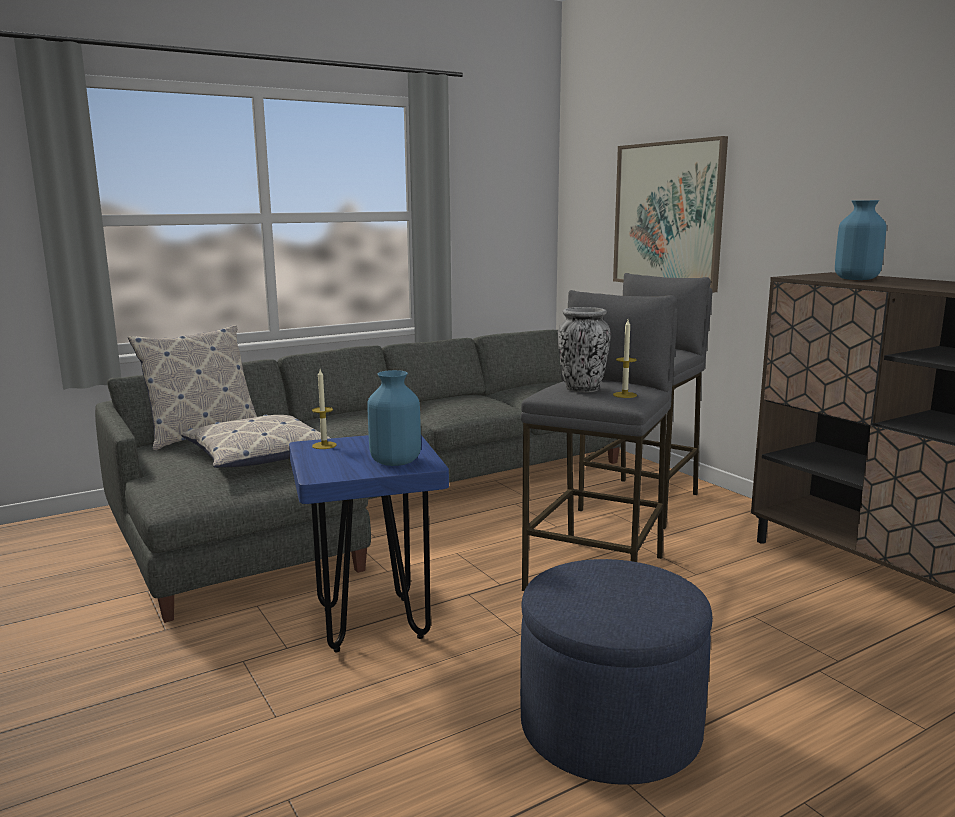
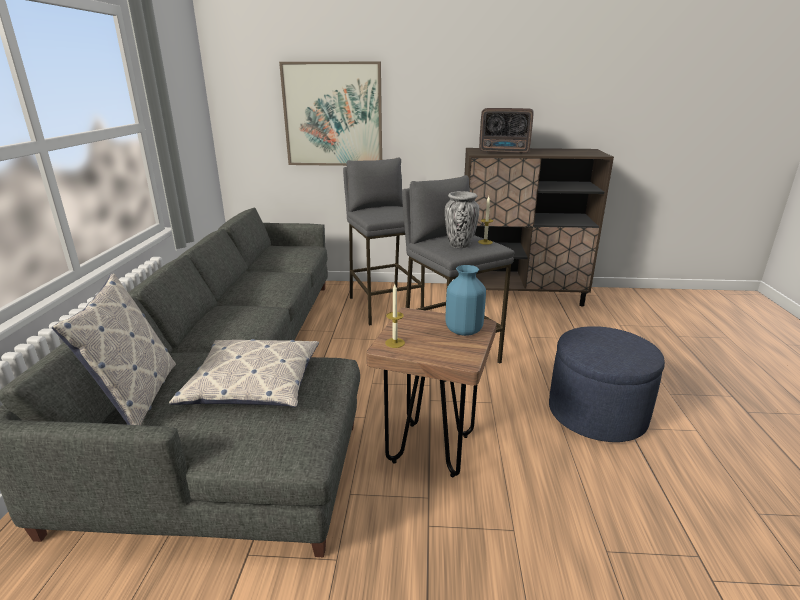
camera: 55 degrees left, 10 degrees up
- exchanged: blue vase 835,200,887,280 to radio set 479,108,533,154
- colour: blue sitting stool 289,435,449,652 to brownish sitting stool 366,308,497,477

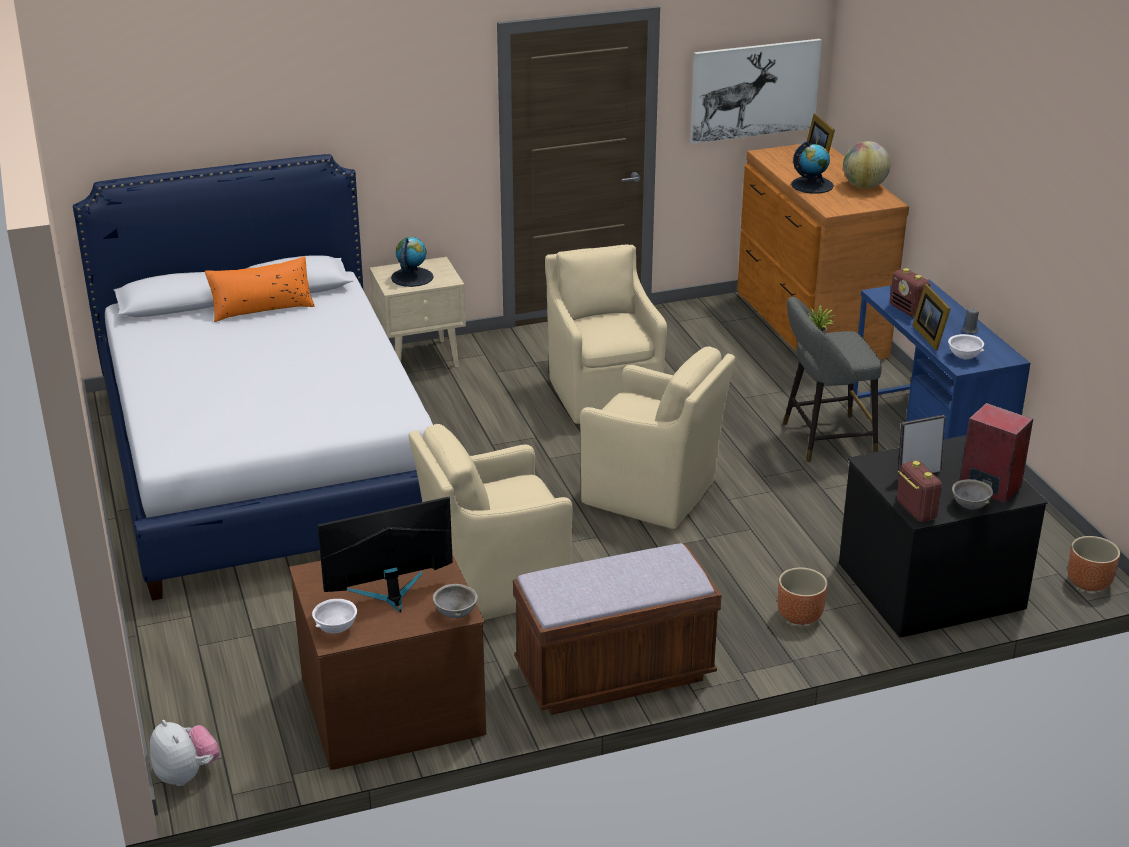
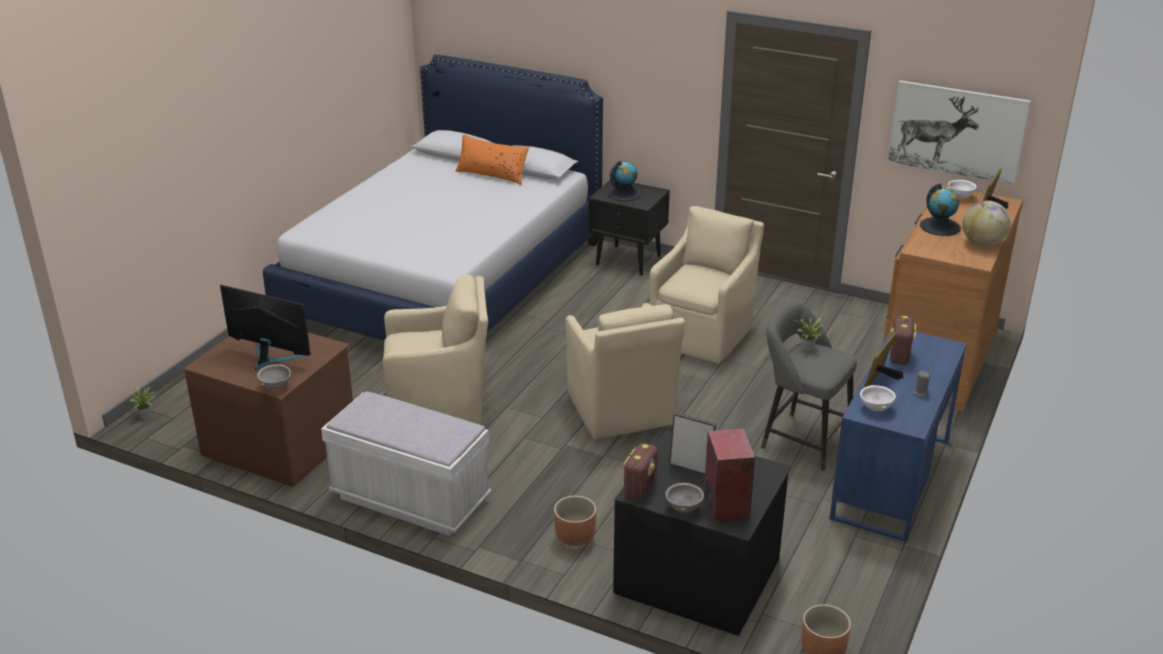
camera: 45 degrees right, 0 degrees up
- relocated: white serving bowl 312,599,357,634 to 947,180,977,199
- exchanged: plush toy 150,720,220,786 to houseplant 130,386,156,419
- colour: beige-coloured bedside table 370,257,466,367 to blackish bedside table 589,180,670,276
- colour: brownish bench 513,543,721,715 to white bench 321,391,491,536
- spun: beige-coloured lounge chair 409,424,573,620 = 382,274,488,425 150 degrees clockwise

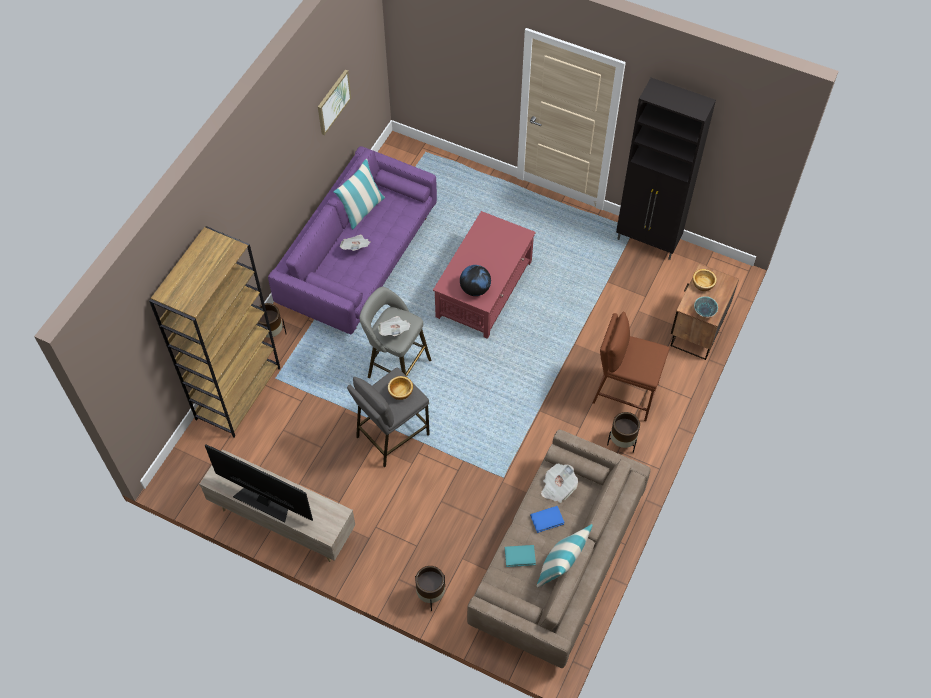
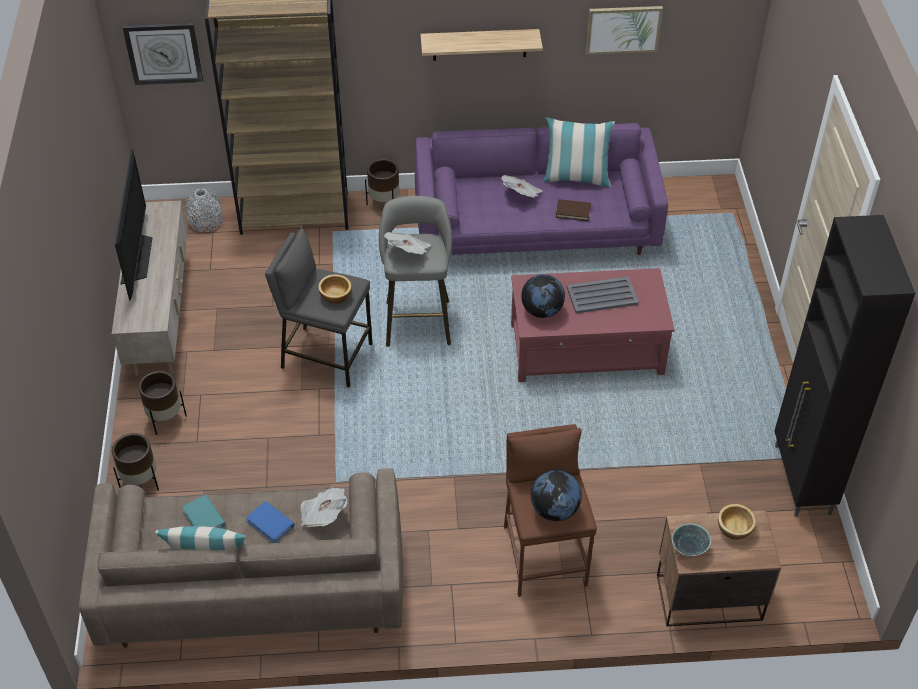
camera: 60 degrees right, 10 degrees down
- appeared: clock on the wall 123,23,203,85
- appeared: grey vase 185,188,223,232
- appeared: wall shelf 420,29,543,61
- appeared: desk globe 531,470,582,521
- appeared: brownish volume 556,199,591,221
- appeared: grey carrying tray 567,276,639,314
- relocated: brownish flower pot 607,412,640,453 to 138,371,187,435

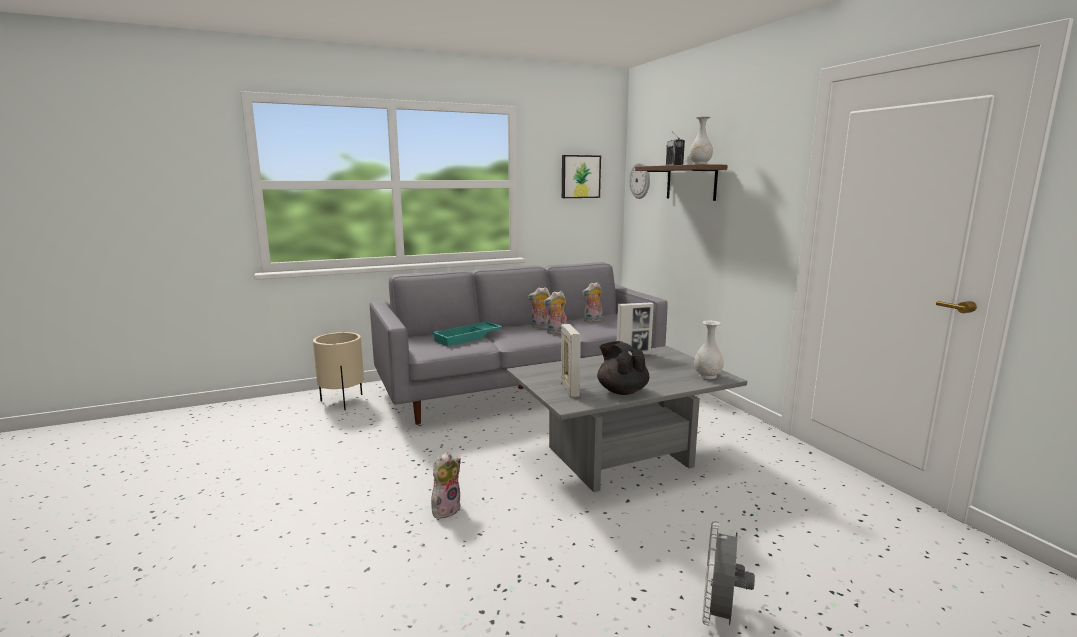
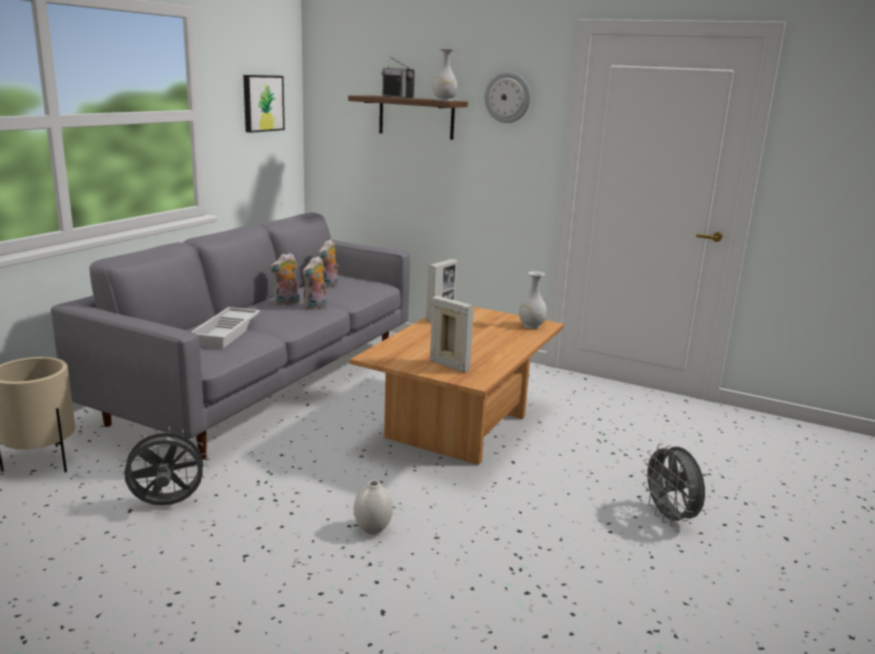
camera: 40 degrees left, 5 degrees up
- missing: blackish pot for tea 597,341,650,395
- appeared: grey electric fan 121,427,208,506
- relocated: clock on the wall 629,162,650,199 to 485,72,530,123
- exchanged: plush toy 431,452,461,519 to white vase 354,480,393,535
- colour: blue-green carrying tray 432,321,502,347 to white carrying tray 191,307,260,348
- colour: grey lounge table 507,346,747,492 to brownish lounge table 350,307,564,465

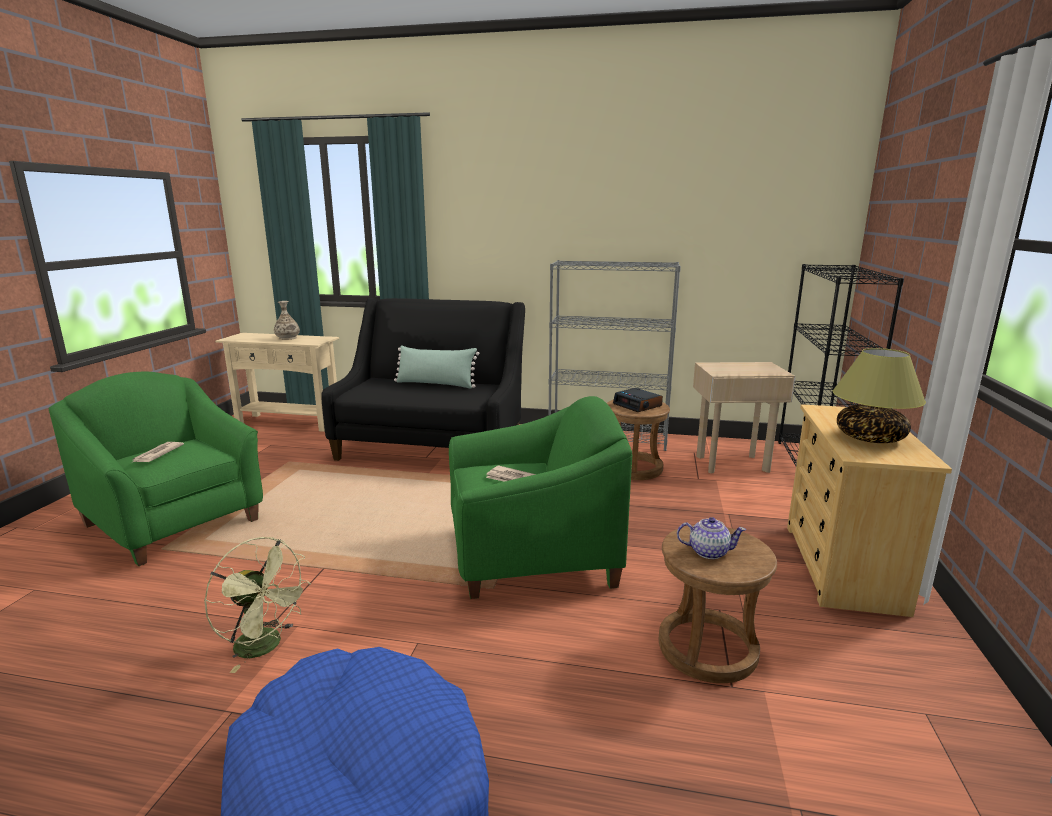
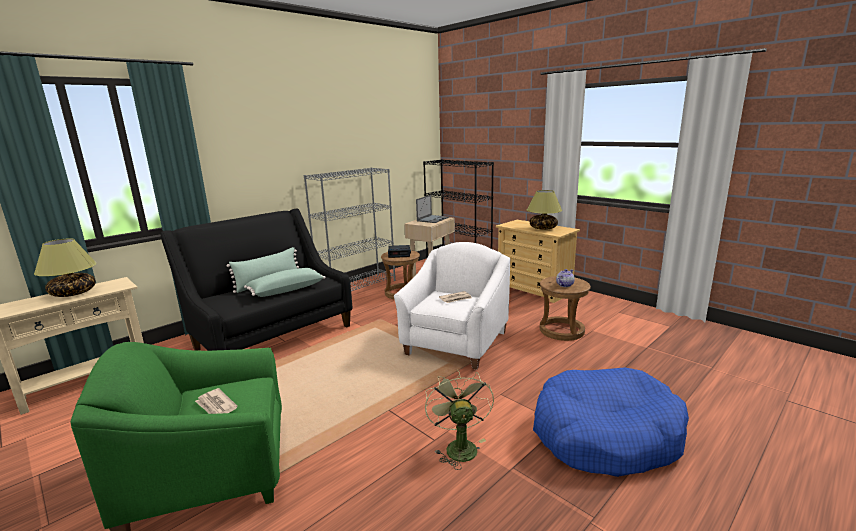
camera: 55 degrees left, 0 degrees up
- appeared: greenish cushion 244,268,325,297
- appeared: notebook computer 416,195,449,223
- exchanged: vase 274,301,300,340 to table lamp 34,238,97,297
- colour: greenish lounge chair 449,396,632,599 to white lounge chair 394,242,510,370
- spun: greenish electric fan 204,537,311,673 = 425,370,494,470 75 degrees counterclockwise

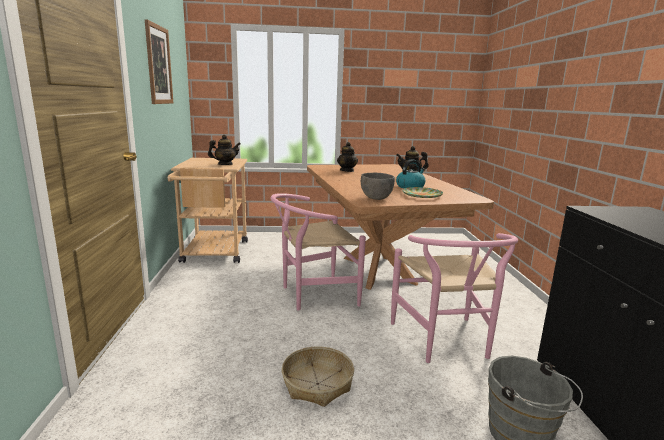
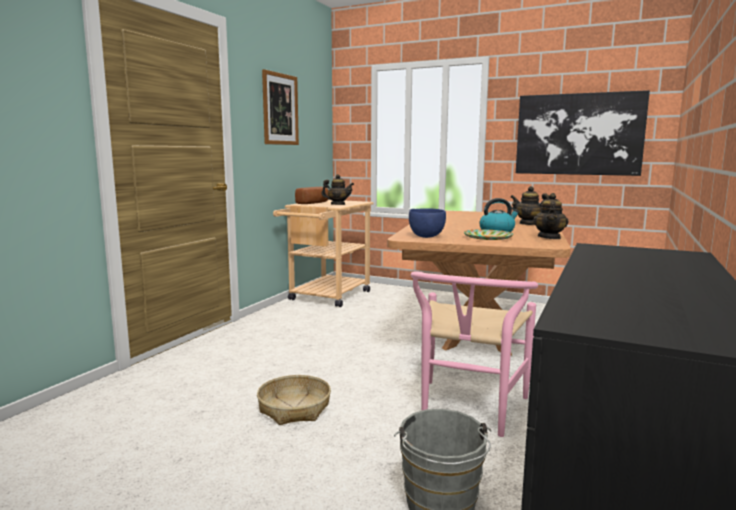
camera: 30 degrees right, 5 degrees down
- missing: pinkish chair 271,193,366,310
- appeared: baked bread 295,187,329,204
- appeared: picture 516,90,650,176
- relocated: pot for tea 337,142,358,172 to 533,193,568,239
- colour: grey serving bowl 361,173,395,200 to blue serving bowl 409,208,446,238

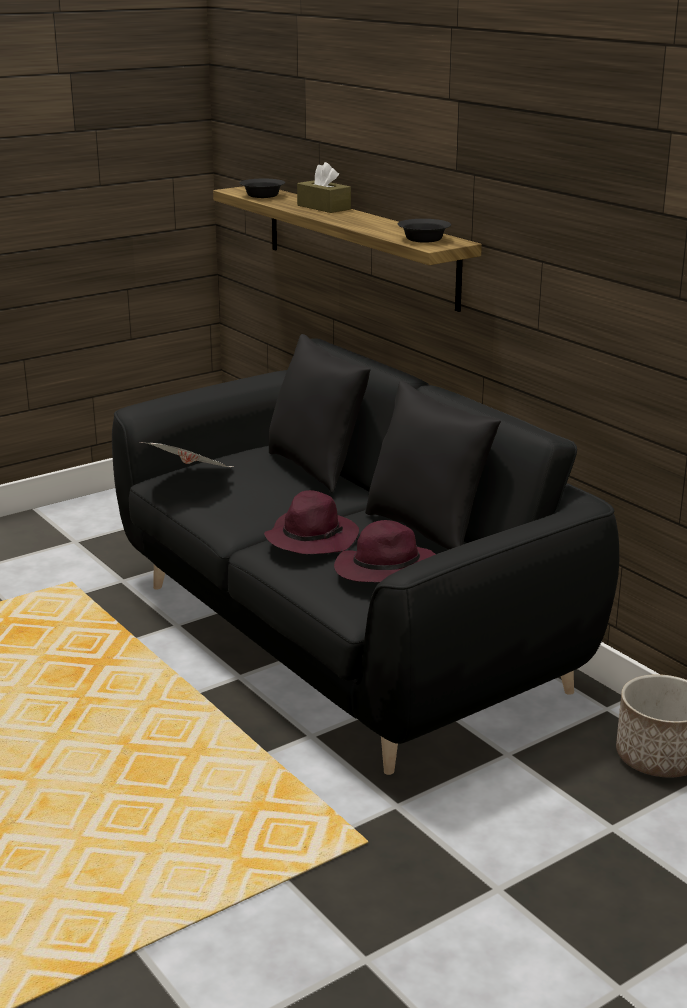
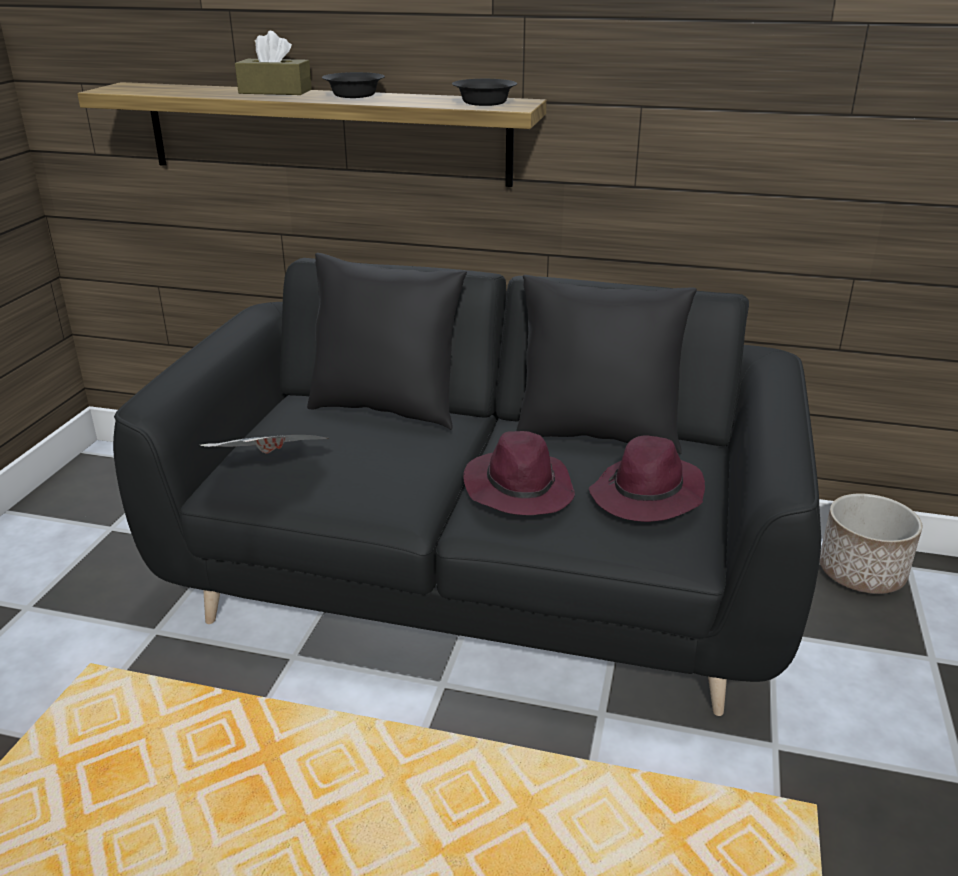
camera: 40 degrees left, 5 degrees up
- relocated: blackish serving bowl 240,179,285,198 to 322,72,385,98

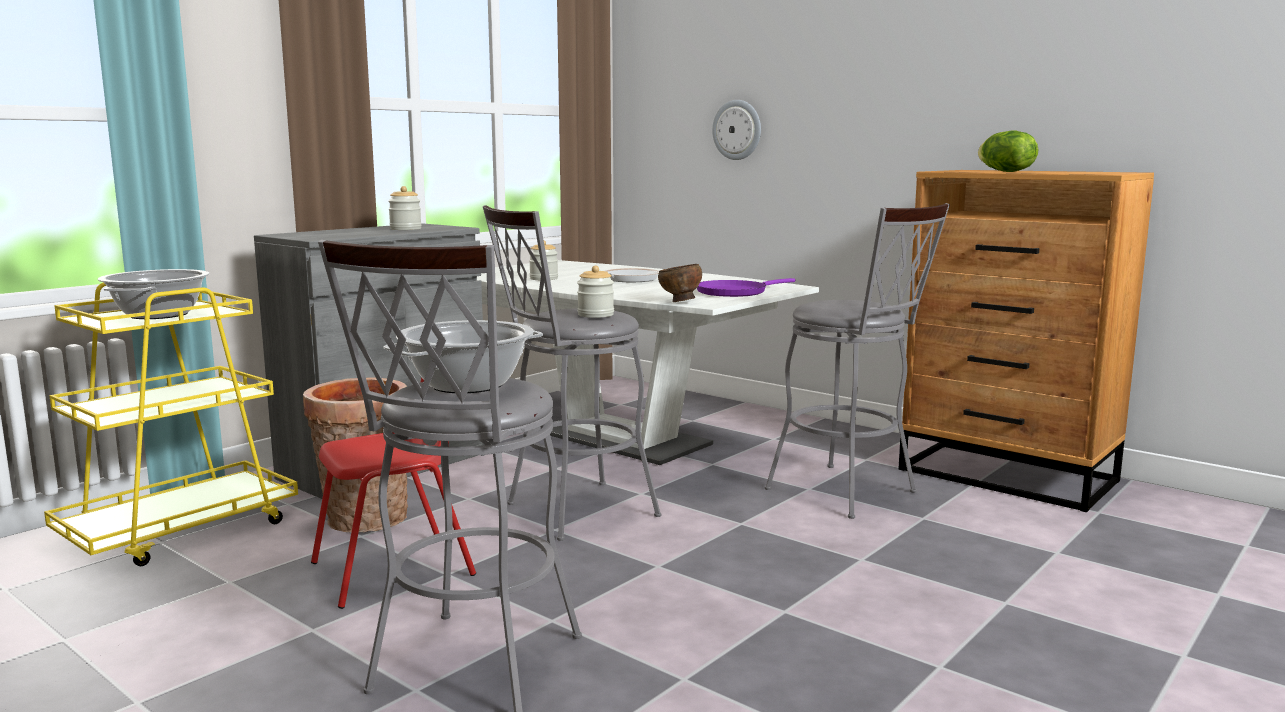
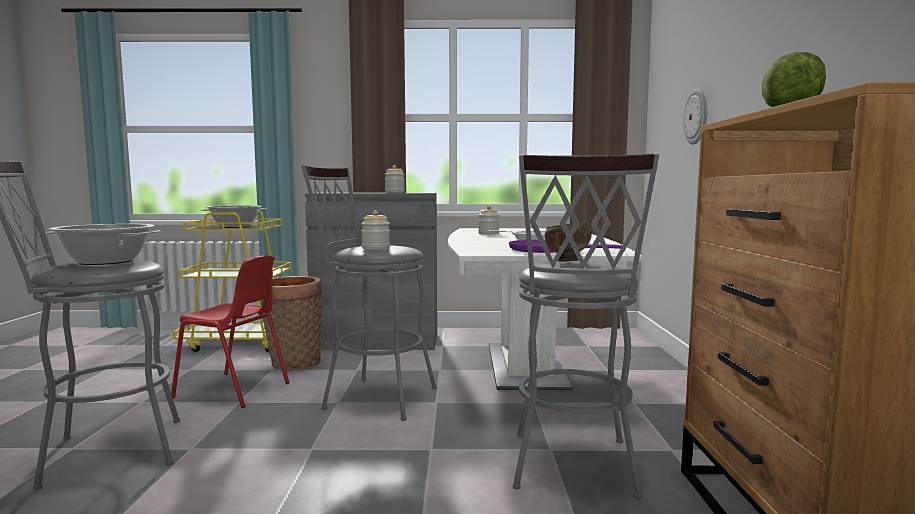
camera: 50 degrees right, 5 degrees down
- relocated: brownish serving bowl 658,264,702,302 to 545,224,592,262

